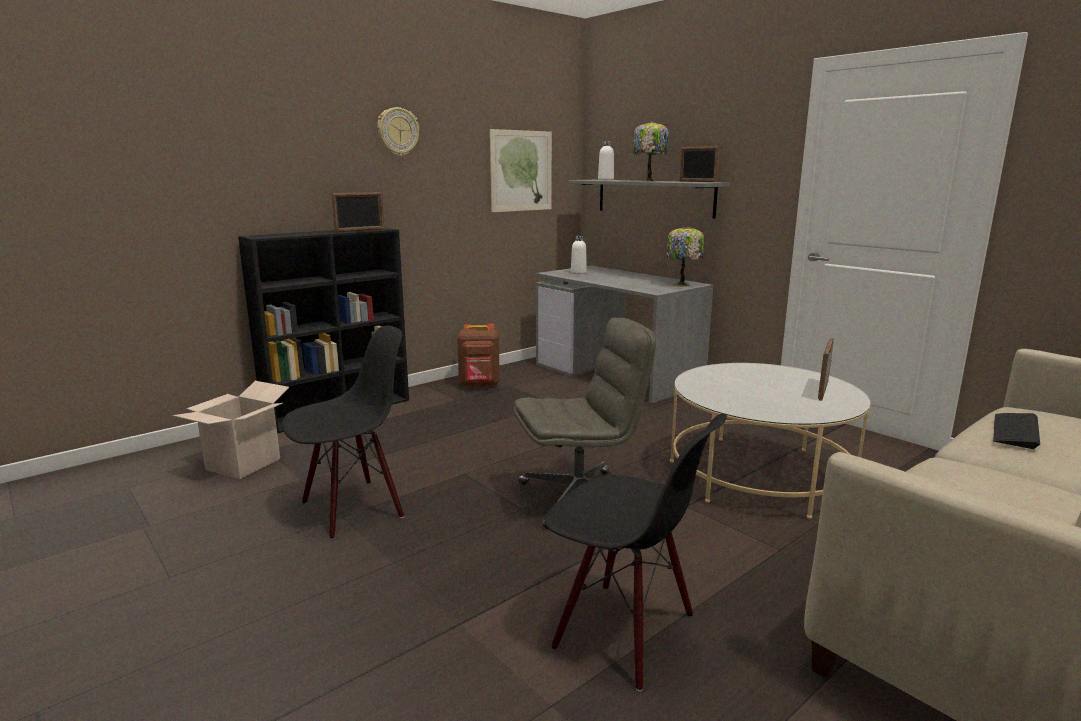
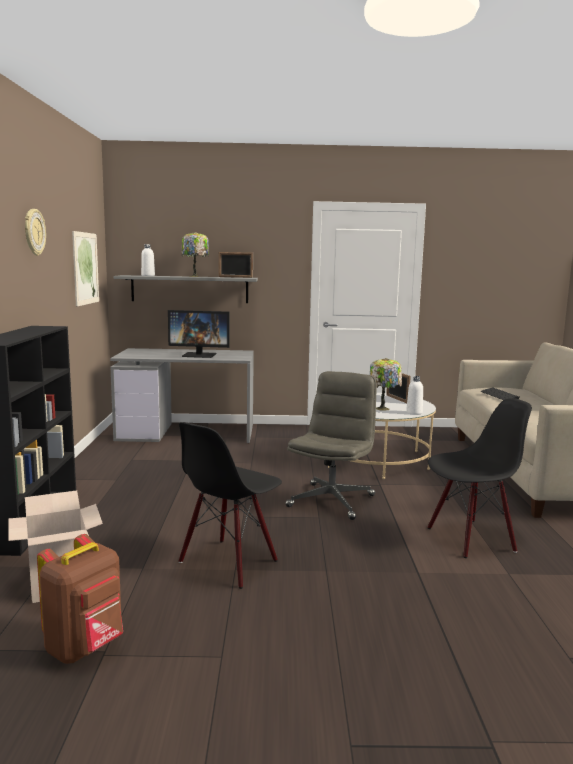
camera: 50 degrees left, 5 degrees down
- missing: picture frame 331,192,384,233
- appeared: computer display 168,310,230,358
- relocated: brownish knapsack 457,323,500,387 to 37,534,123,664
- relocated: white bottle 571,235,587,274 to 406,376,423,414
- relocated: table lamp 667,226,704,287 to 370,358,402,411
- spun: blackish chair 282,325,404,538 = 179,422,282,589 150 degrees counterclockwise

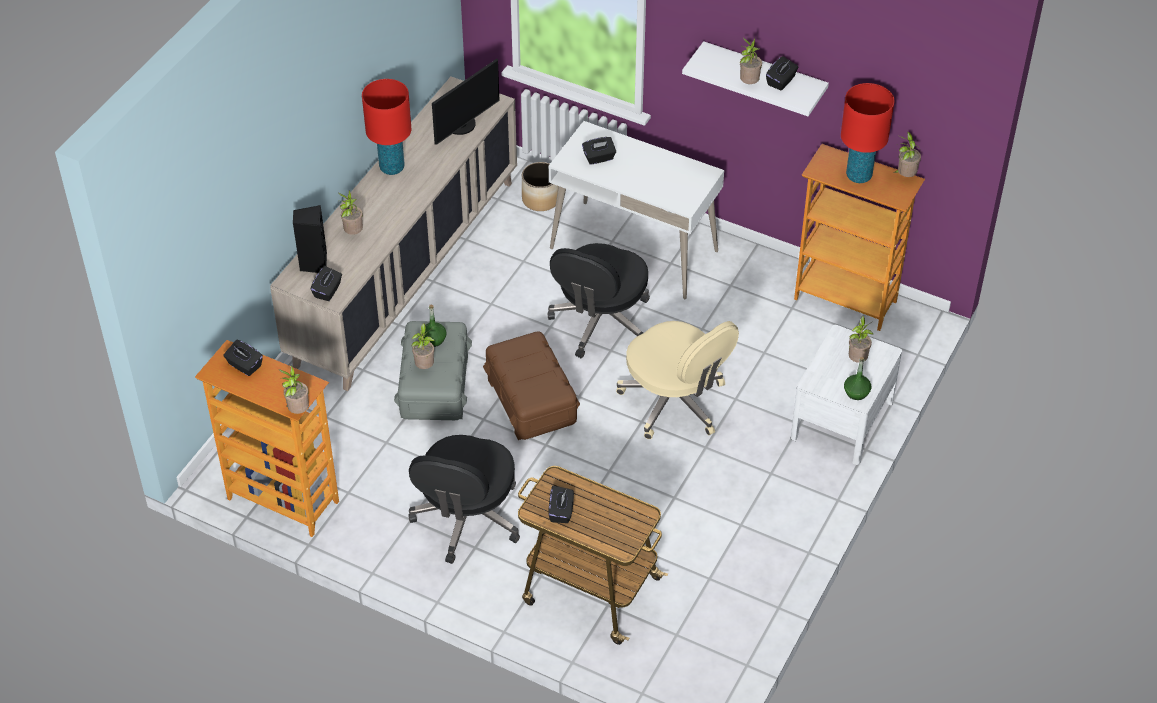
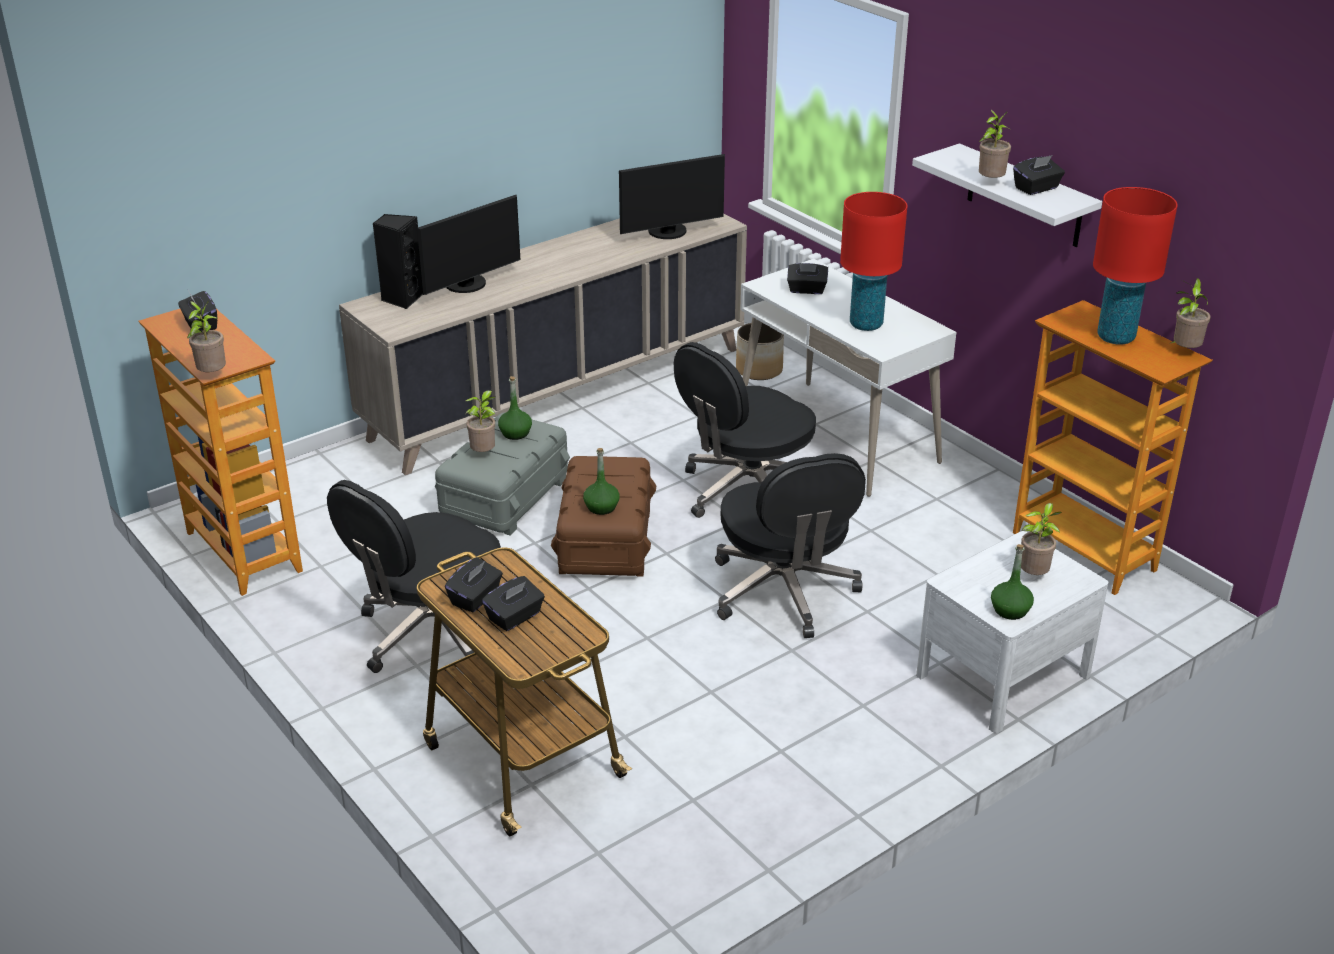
camera: 25 degrees right, 15 degrees down
- appeared: greenish bottle 583,448,620,515
- relocated: blackish tissue box 311,266,342,301 to 482,576,545,631
- relocated: red-coloured table lamp 362,79,411,175 to 840,192,907,331
- exchanged: houseplant 338,190,363,235 to computer display 417,195,520,295
- colour: beige-coloured computer chair 616,321,739,439 to blackish computer chair 715,453,866,638

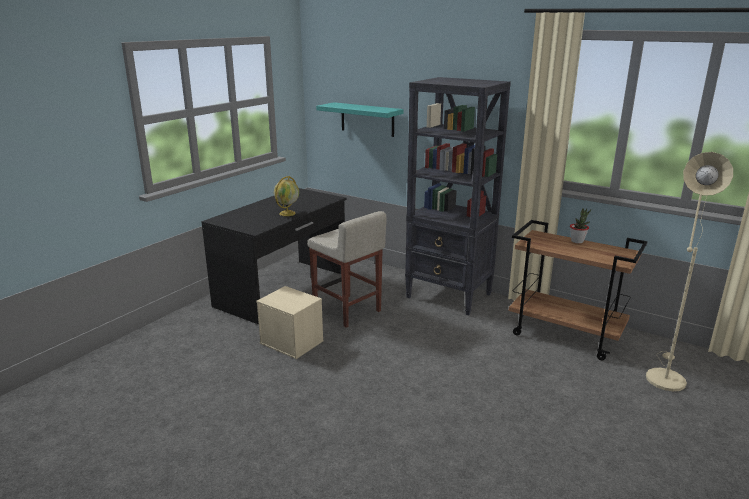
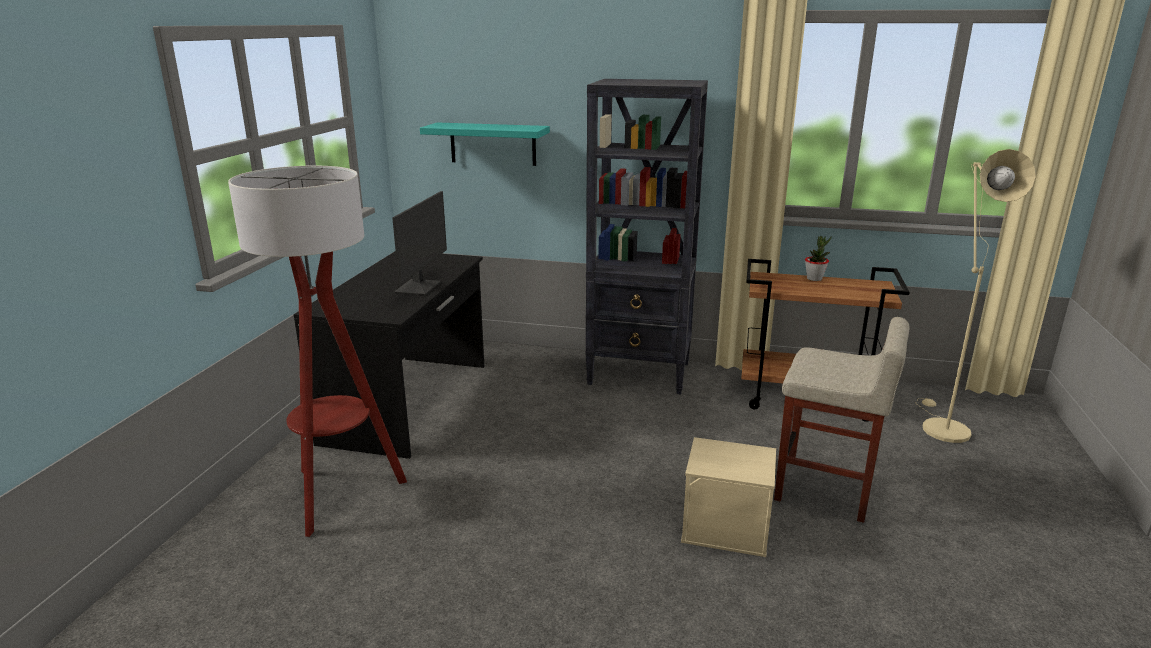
camera: 20 degrees left, 0 degrees up
- appeared: standard lamp 228,166,407,537
- relocated: beige-coloured storage container 256,286,324,359 to 681,437,776,557
- relocated: beige-coloured sitting stool 307,211,387,328 to 774,317,910,523
- exchanged: desk globe 274,176,299,216 to computer display 392,191,447,295

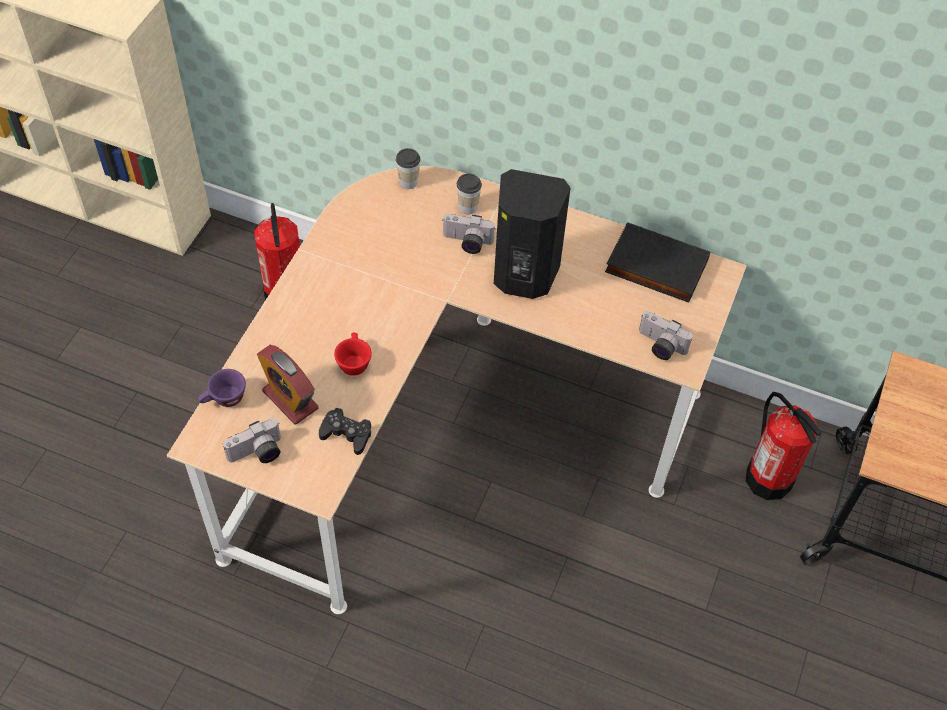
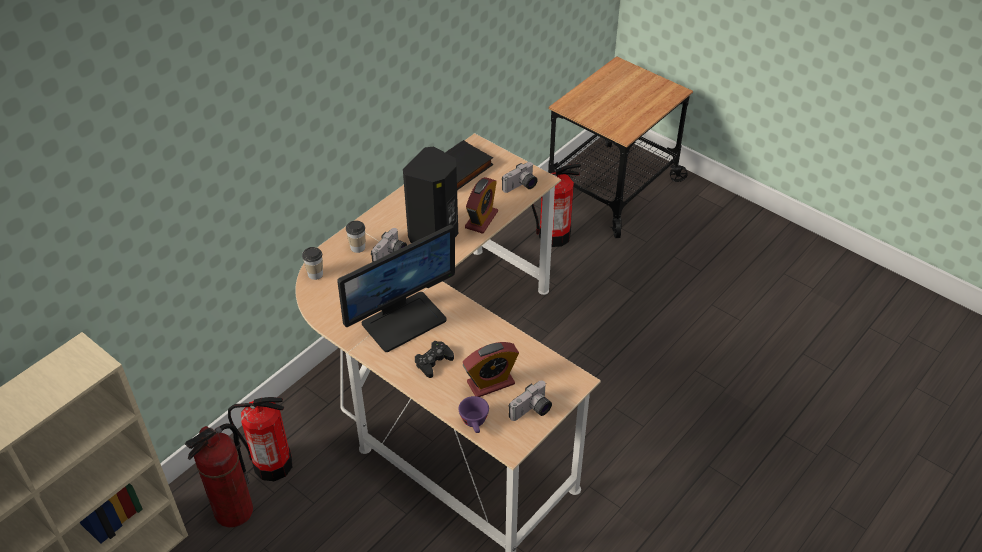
camera: 70 degrees left, 10 degrees down
- missing: red-coloured cup 334,333,372,376
- appeared: fire-fighting cylinder 185,423,253,527
- appeared: computer display 337,224,455,352
- appeared: bedside clock 465,177,498,234
- relocated: blackish gamepad 319,408,371,455 to 415,341,454,378
- spun: photo camera 223,418,281,463 = 508,381,552,421 60 degrees clockwise

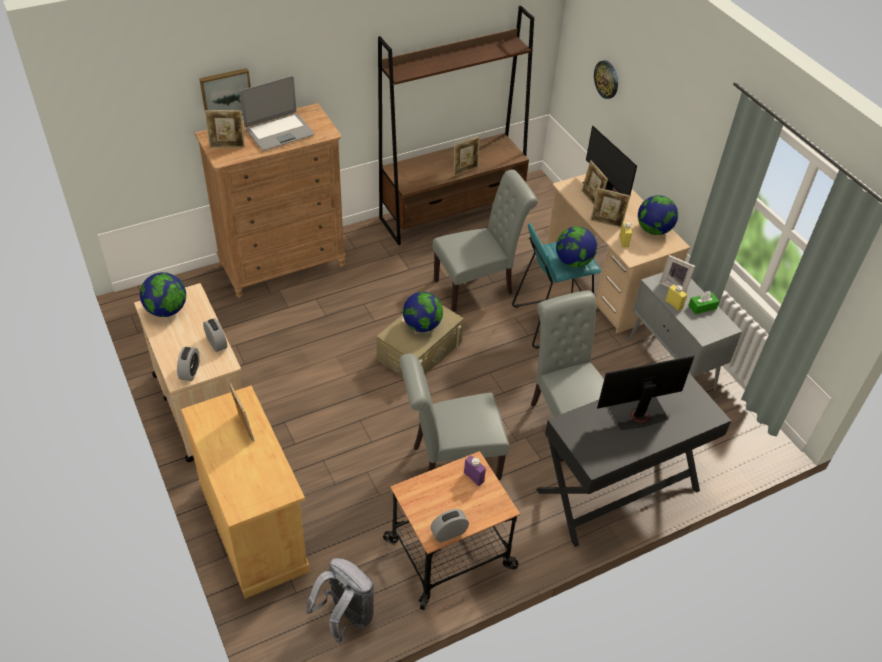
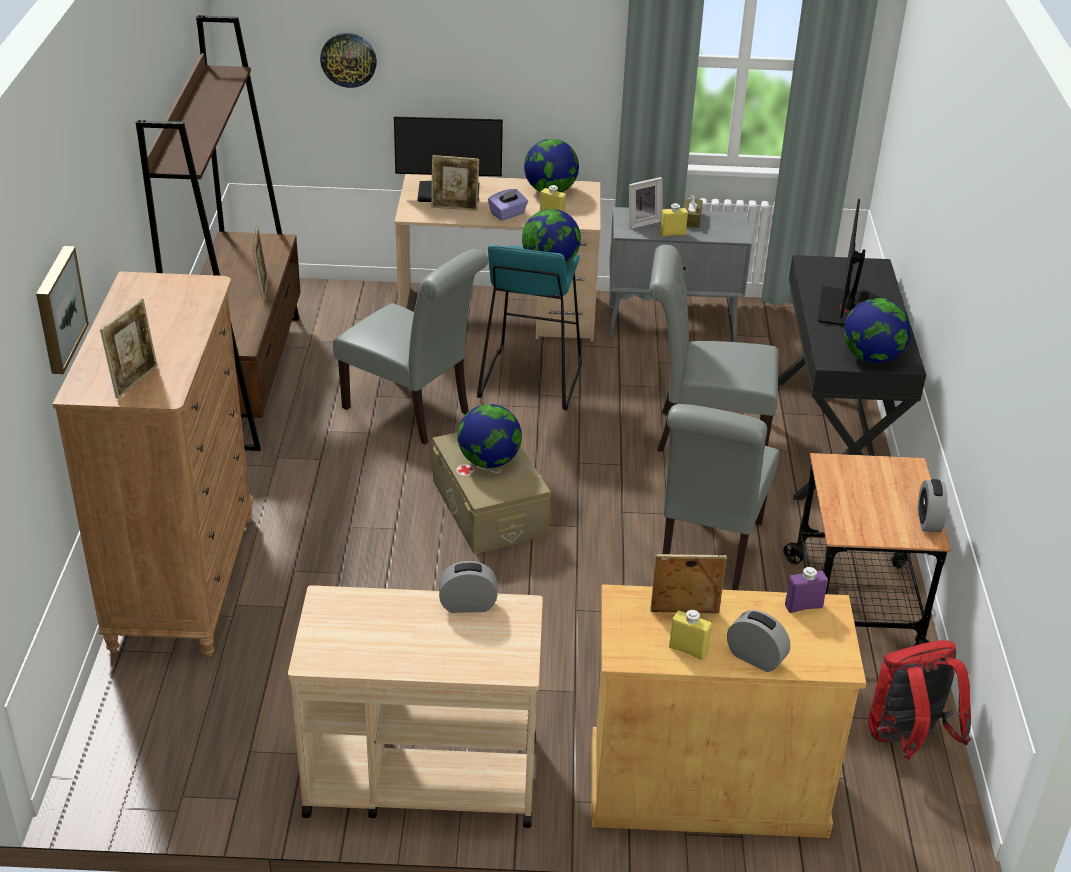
camera: 60 degrees left, 10 degrees down
- missing: notebook computer 240,76,315,151
- appeared: yellow bottle 669,610,712,660
- relocated: desk globe 140,272,186,317 to 844,298,911,364
- relocated: bedside clock 177,347,200,381 to 727,610,790,672
- relocated: purple-coloured bottle 464,455,486,486 to 785,566,828,613
- exchanged: picture frame 590,188,630,228 to purple-coloured tissue box 488,189,528,221
- colour: grey knapsack 306,558,374,643 to red-coloured knapsack 868,640,971,759
- colour: greenish tissue box 688,291,719,314 to brownish tissue box 684,193,703,228
- spun: grey chair 432,170,538,312 = 333,249,488,445 120 degrees clockwise

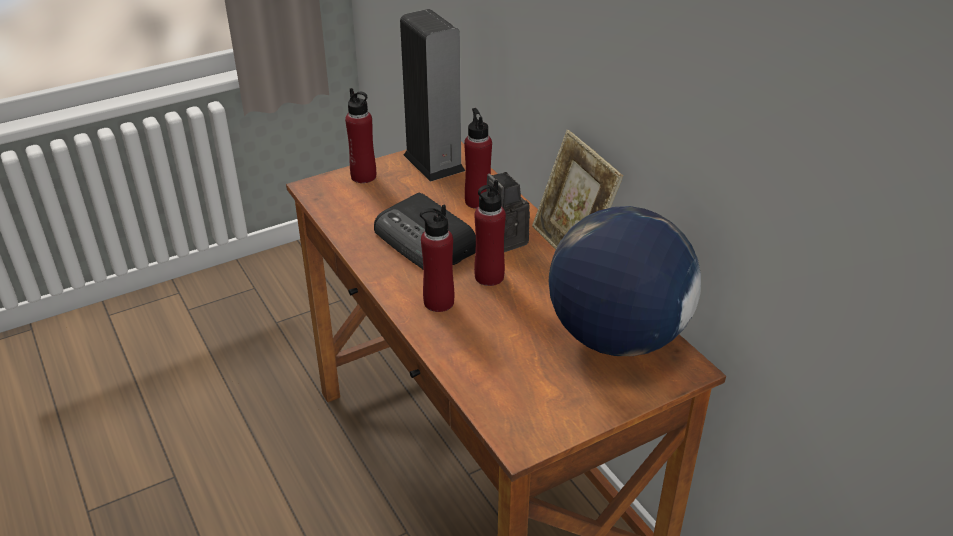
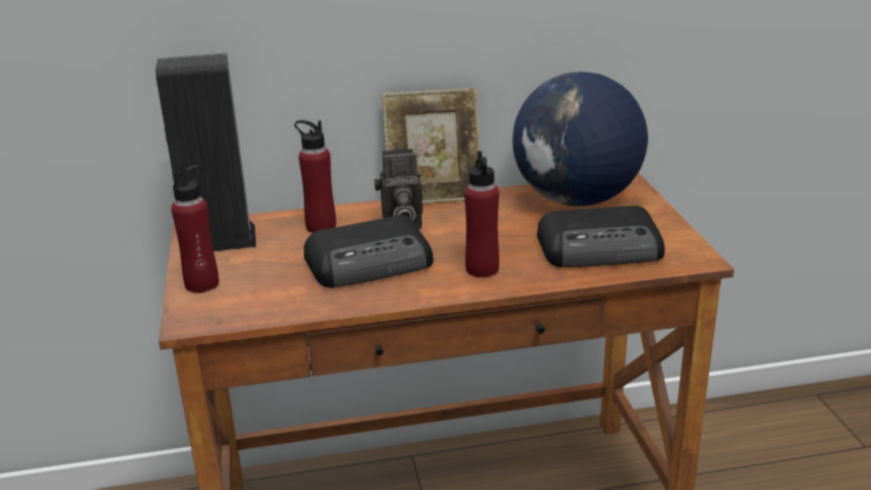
camera: 70 degrees left, 10 degrees down
- missing: red-coloured bottle 474,180,506,286
- appeared: radio set 537,206,665,267

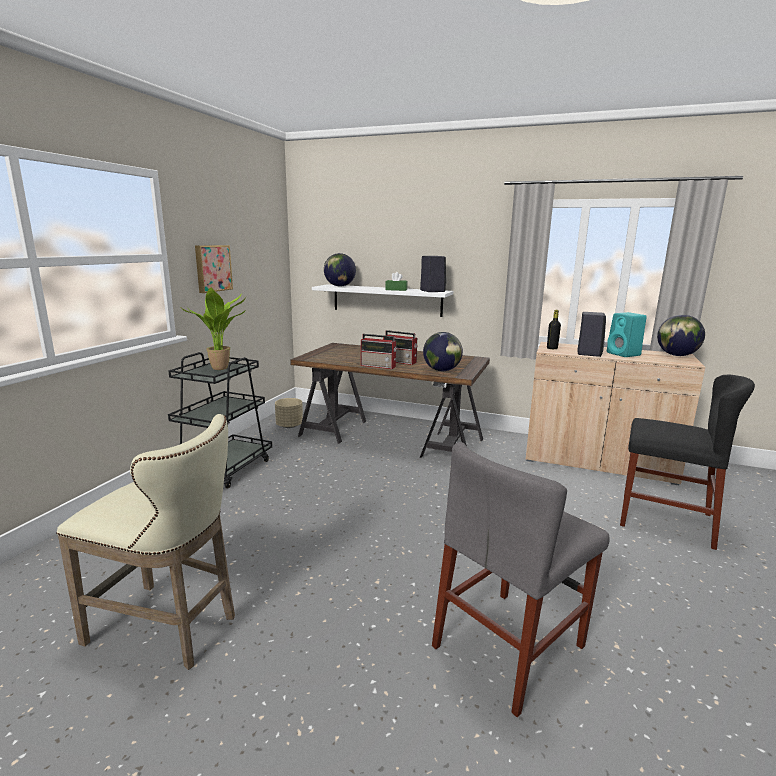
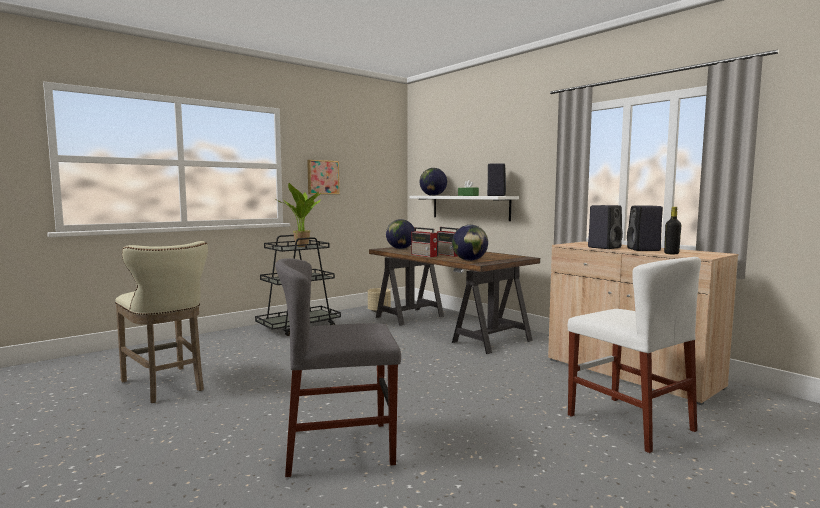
camera: 30 degrees right, 10 degrees down
- relocated: blackish bottle 547,310,561,349 to 664,207,681,254
- relocated: desk globe 657,315,705,356 to 386,219,414,249
- colour: blue-green speaker 607,312,647,357 to blackish speaker 627,206,663,251
- colour: blackish chair 620,374,755,550 to white chair 568,257,701,453

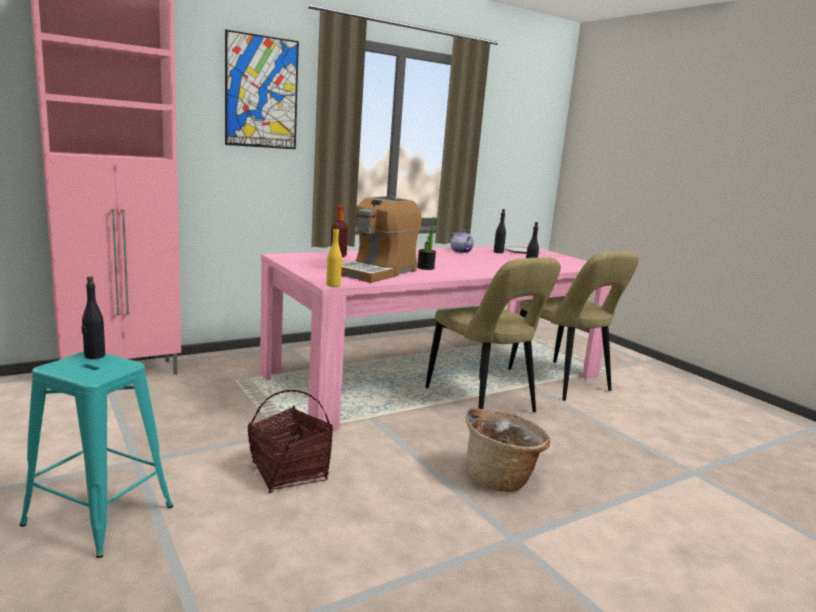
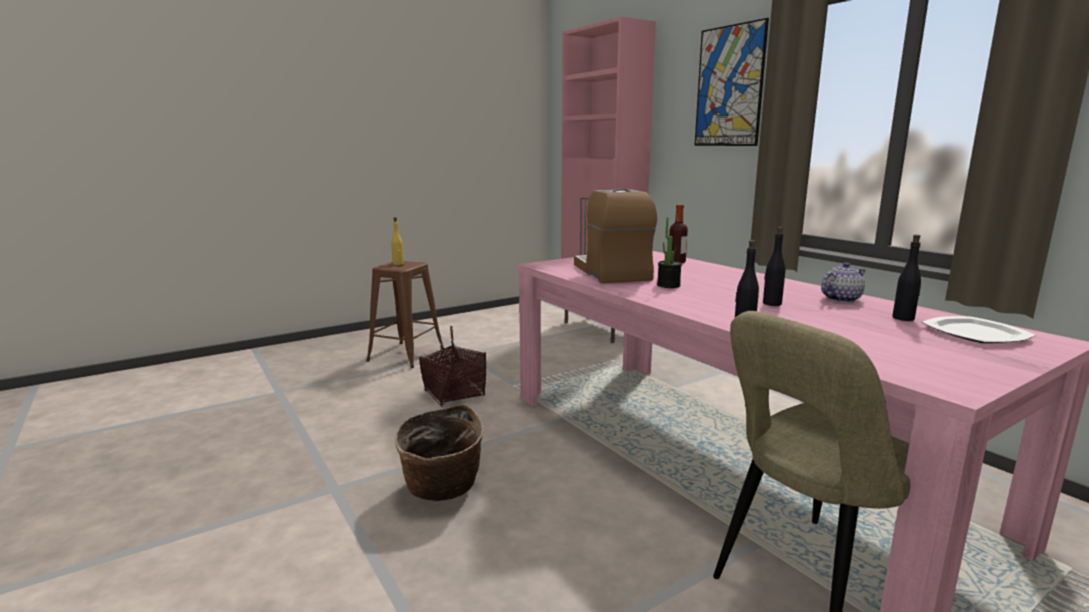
camera: 90 degrees right, 0 degrees up
- missing: beige-coloured chair 425,257,561,412
- relocated: blackish bottle 82,276,105,359 to 763,227,786,306
- relocated: yellow bottle 326,224,342,287 to 391,217,404,265
- colour: blue-green sitting stool 19,351,173,558 to brownish sitting stool 366,261,444,368
- spun: coffee machine 341,196,422,283 = 574,189,657,283 45 degrees clockwise

